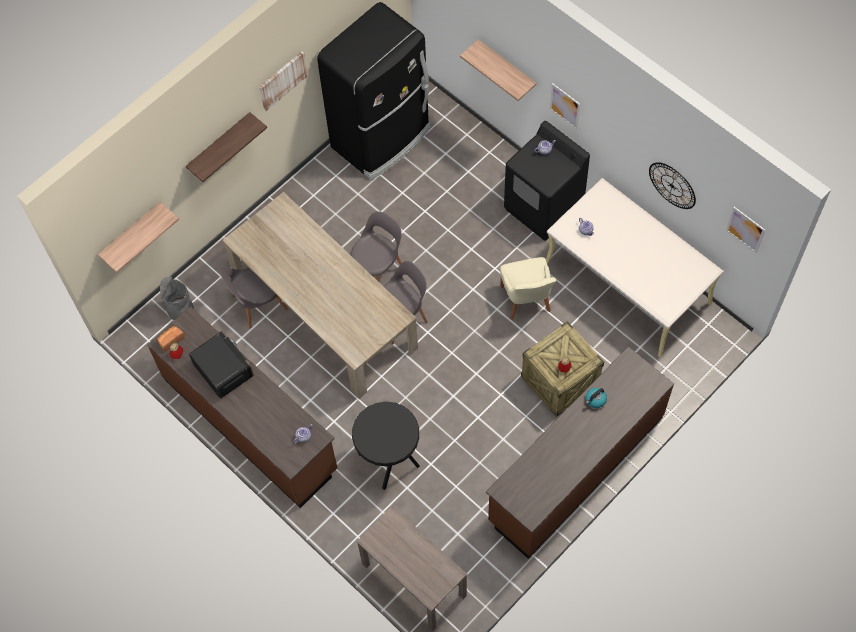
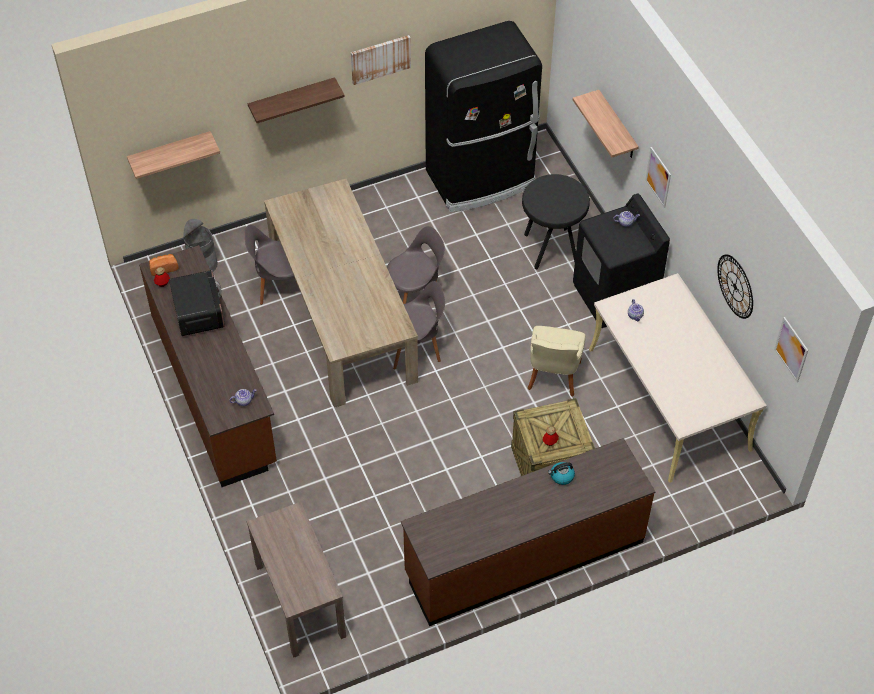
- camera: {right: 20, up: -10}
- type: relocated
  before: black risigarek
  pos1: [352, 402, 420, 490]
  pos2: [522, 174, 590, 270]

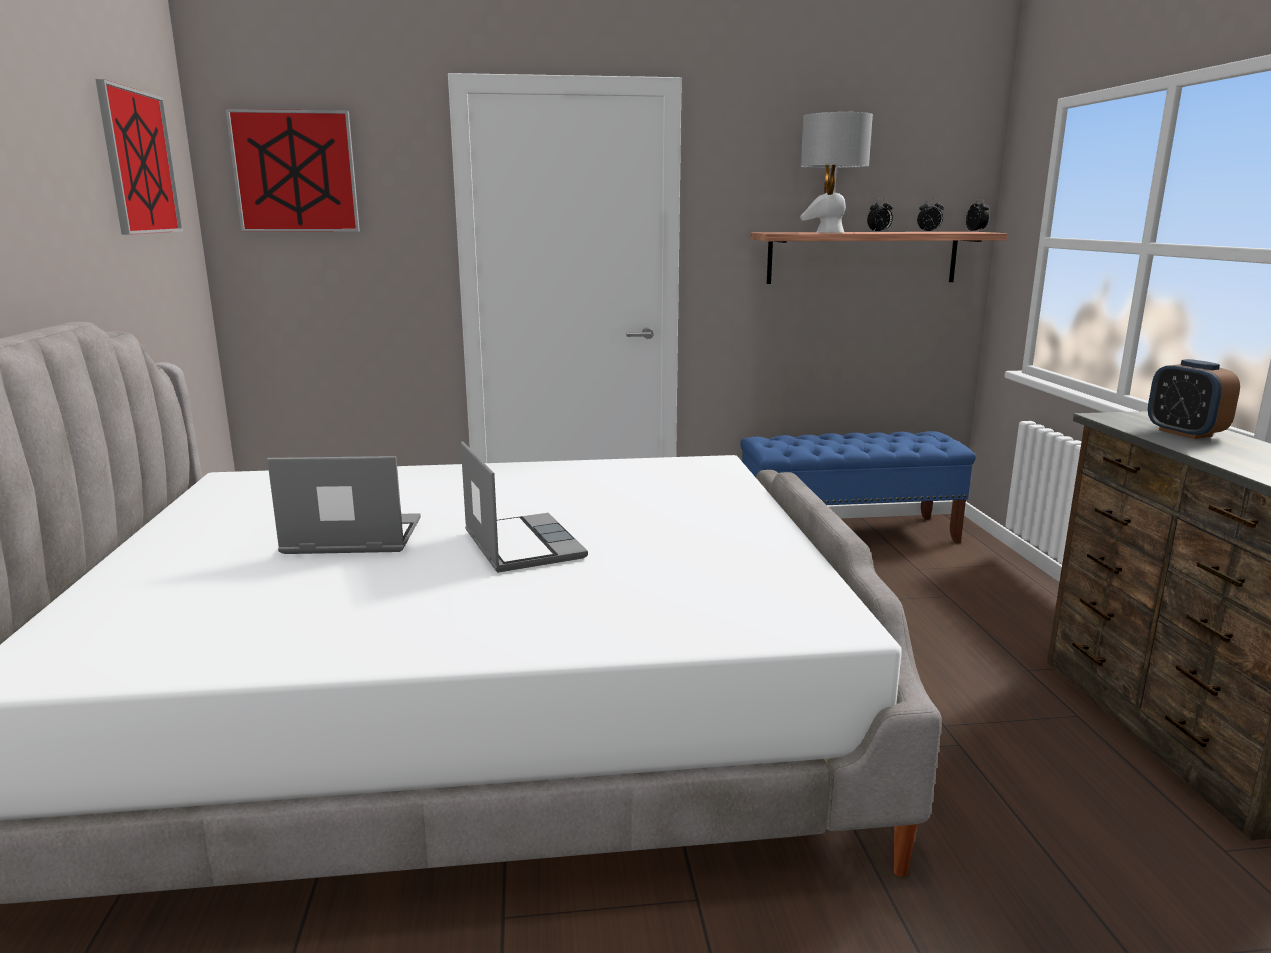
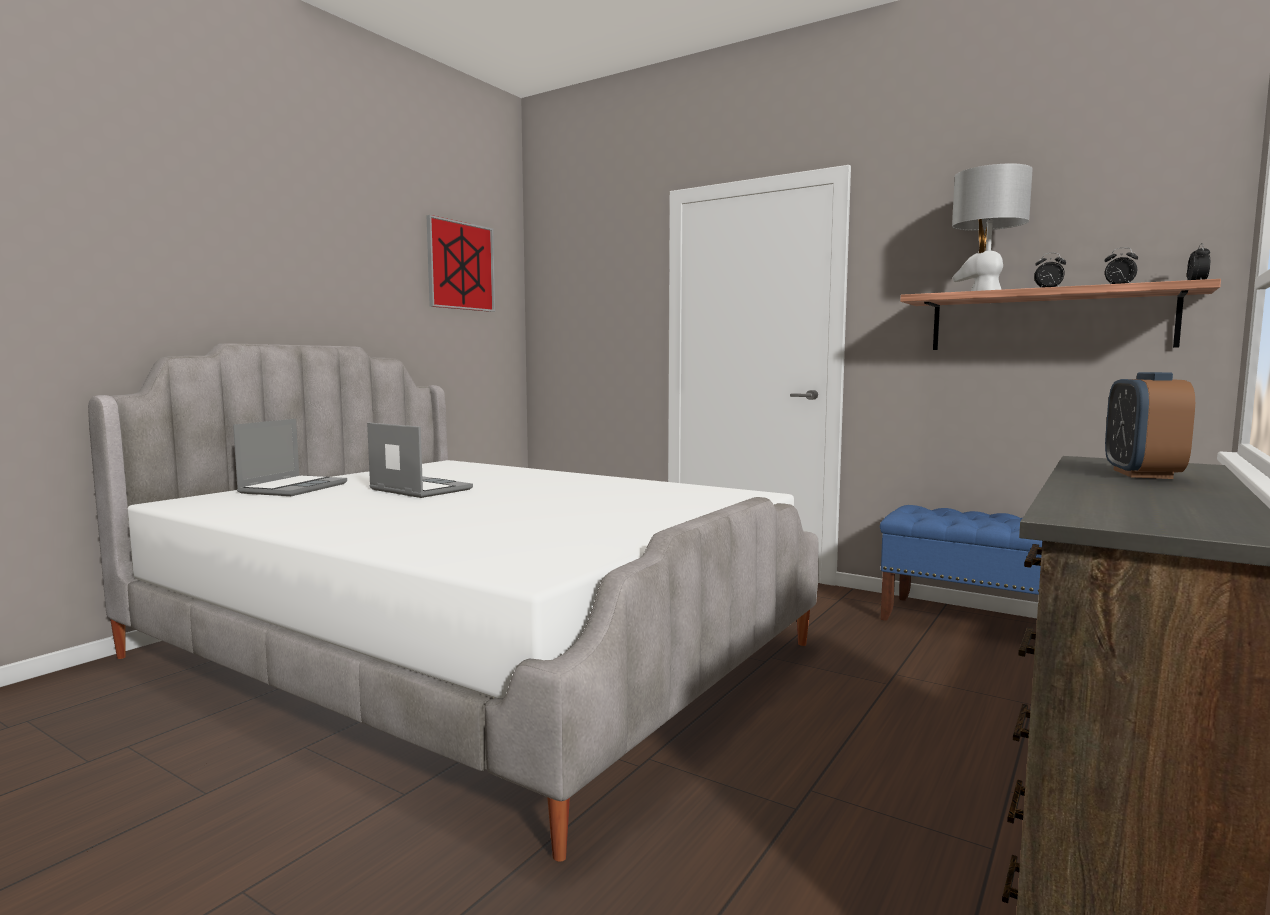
- camera: {right: 40, up: -10}
- type: missing
  before: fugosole
  pos1: [226, 109, 360, 232]
- type: relocated
  before: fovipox
  pos1: [461, 442, 588, 573]
  pos2: [233, 419, 347, 496]

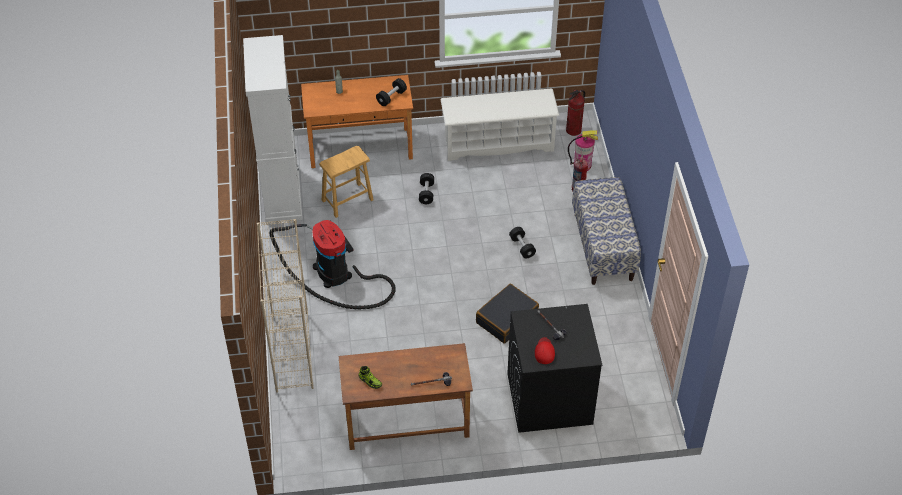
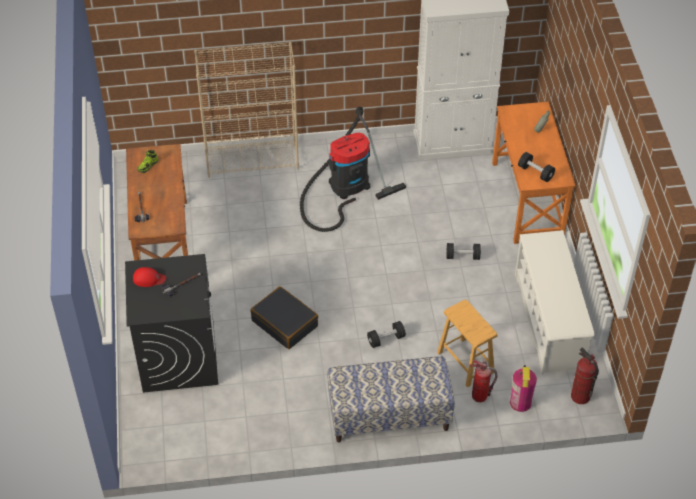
- camera: {right: 90, up: 0}
- type: relocated
  before: brown risigarek
  pos1: [319, 146, 374, 218]
  pos2: [437, 300, 498, 387]

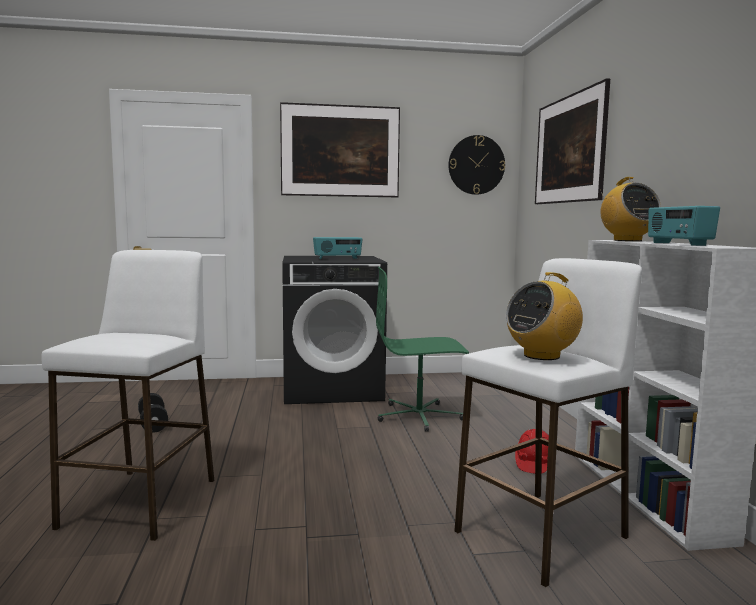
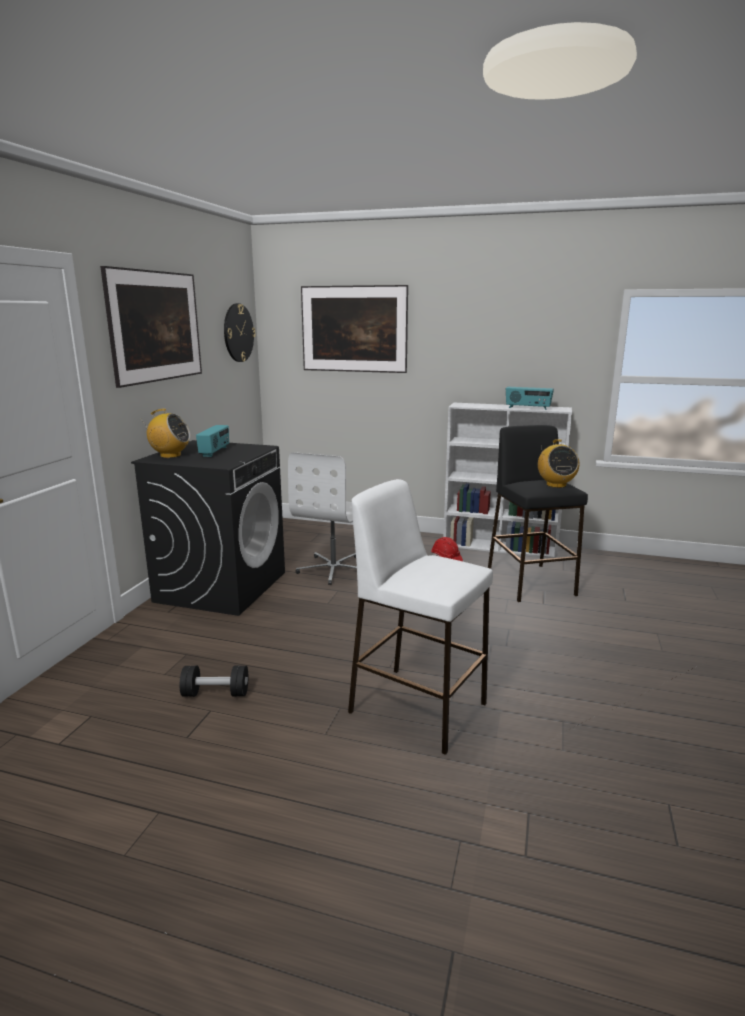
- camera: {right: -65, up: 10}
- type: colour
  before: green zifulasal
  after: white zifulasal
  pos1: [376, 267, 469, 432]
  pos2: [288, 452, 357, 585]
- type: colour
  before: white risigarek
  after: black risigarek
  pos1: [454, 258, 642, 587]
  pos2: [488, 425, 588, 602]
- type: relocated
  before: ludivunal
  pos1: [600, 177, 661, 241]
  pos2: [143, 409, 190, 458]

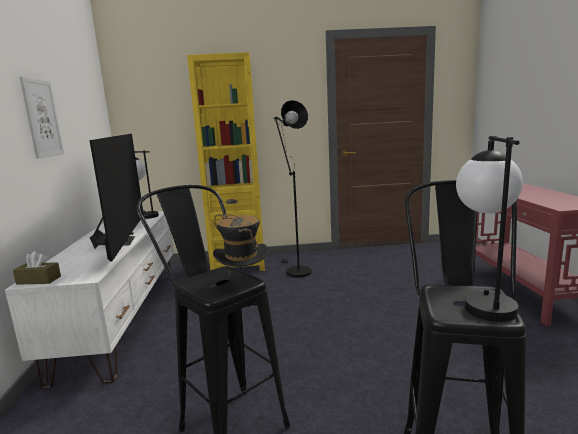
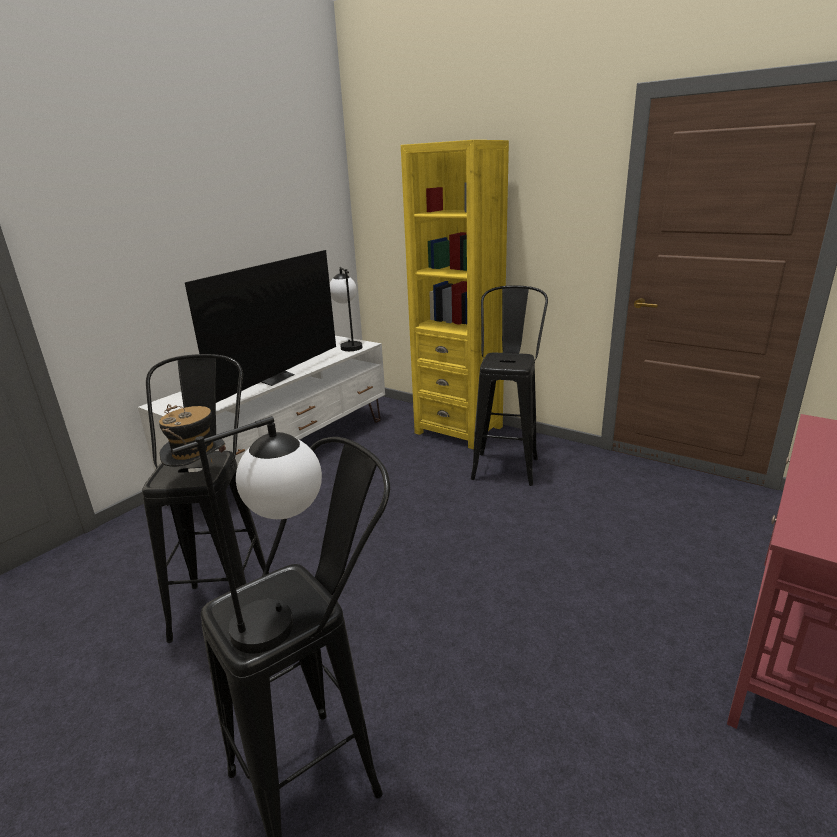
- camera: {right: 40, up: 10}
- type: missing
  before: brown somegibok
  pos1: [13, 251, 61, 285]
- type: missing
  before: fugosole
  pos1: [20, 77, 64, 159]
- type: exchanged
  before: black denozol
  after: black risigarek
  pos1: [274, 100, 312, 277]
  pos2: [471, 285, 548, 486]

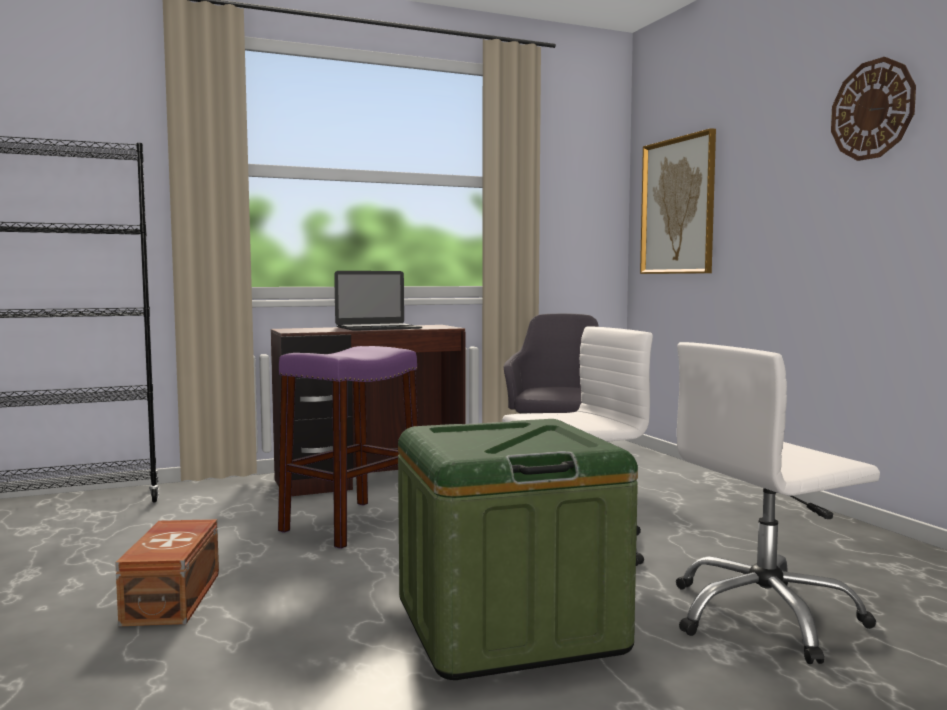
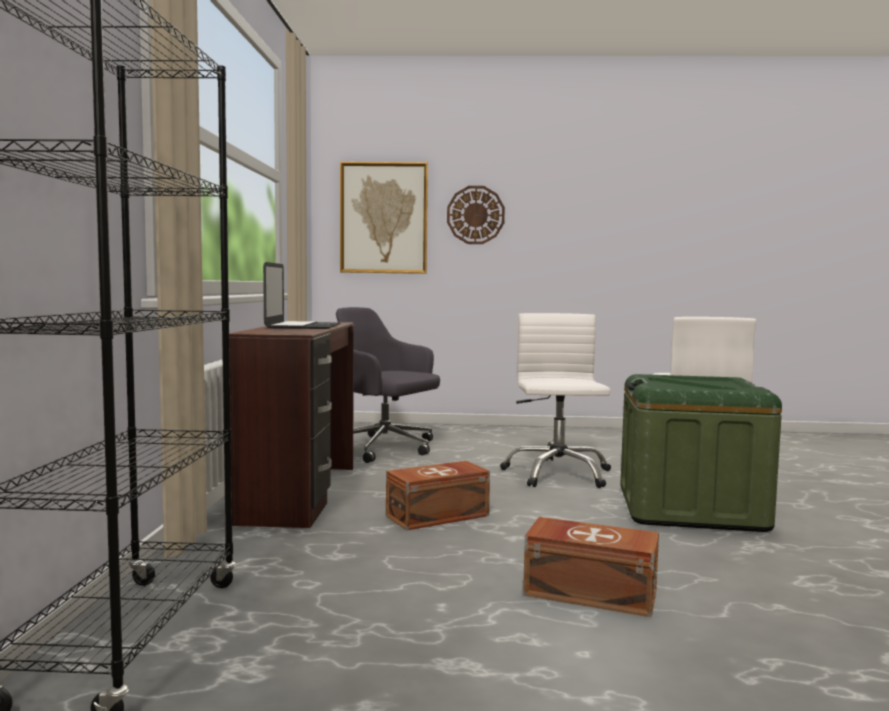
- camera: {right: -65, up: 0}
- type: exchanged
  before: purple risigarek
  after: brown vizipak
  pos1: [278, 346, 418, 549]
  pos2: [386, 461, 490, 531]
- type: relocated
  before: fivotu
  pos1: [831, 57, 916, 161]
  pos2: [447, 186, 505, 244]

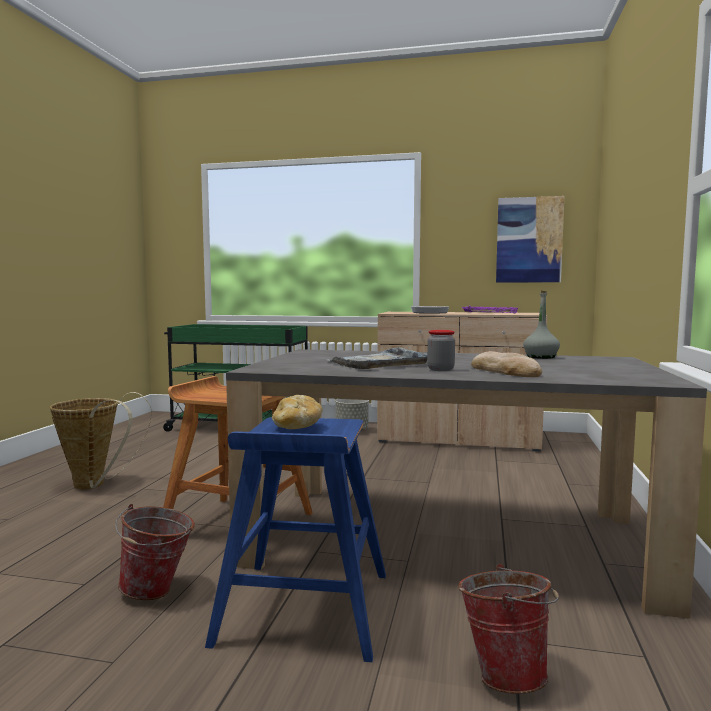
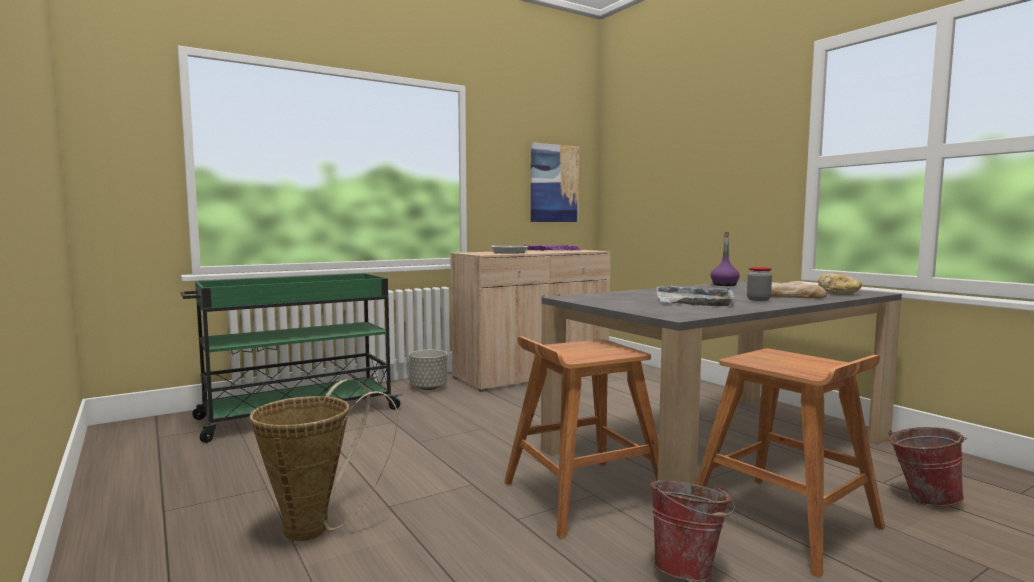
- camera: {right: -45, up: 0}
- type: colour
  before: blue risigarek
  after: brown risigarek
  pos1: [205, 417, 386, 662]
  pos2: [696, 349, 885, 578]
- type: relocated
  before: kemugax
  pos1: [272, 395, 323, 429]
  pos2: [818, 273, 862, 294]
- type: colour
  before: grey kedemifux
  after: purple kedemifux
  pos1: [523, 290, 560, 359]
  pos2: [711, 232, 740, 286]

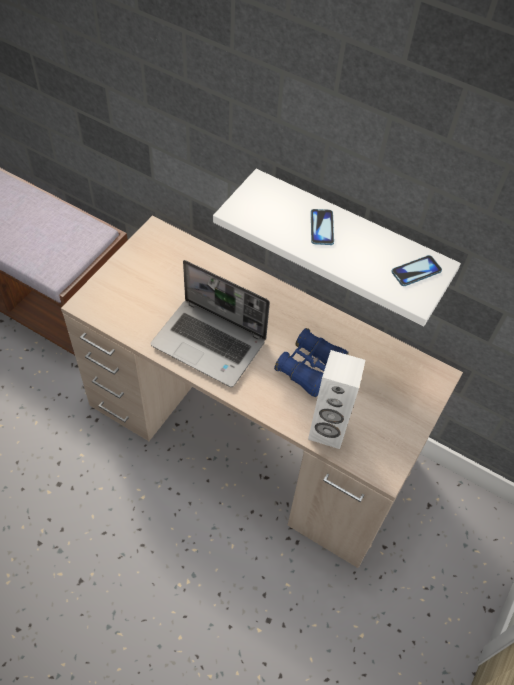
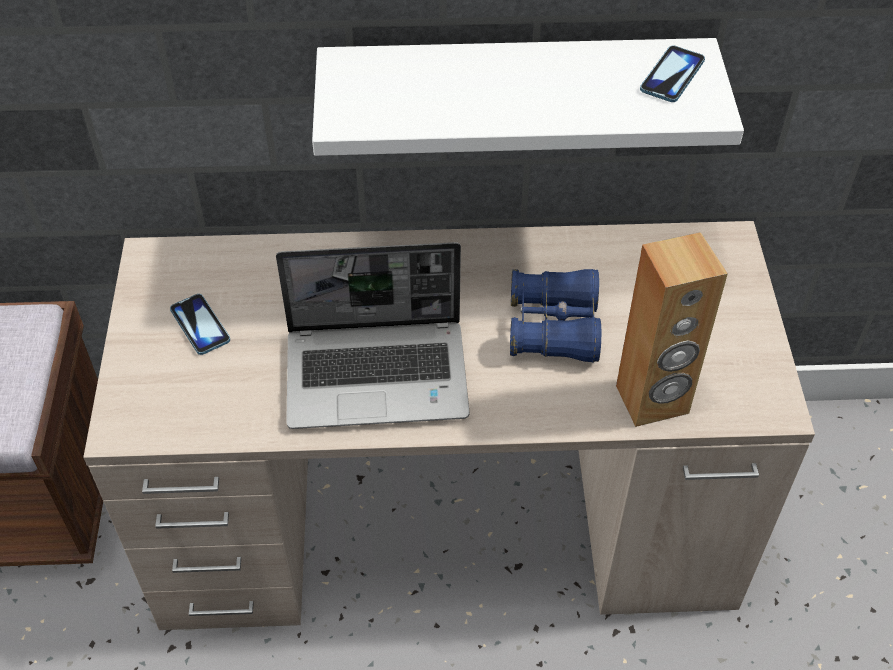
- camera: {right: -30, up: -5}
- type: colour
  before: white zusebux
  after: brown zusebux
  pos1: [308, 350, 365, 449]
  pos2: [616, 232, 728, 427]
- type: relocated
  before: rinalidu
  pos1: [311, 209, 334, 245]
  pos2: [170, 294, 230, 355]

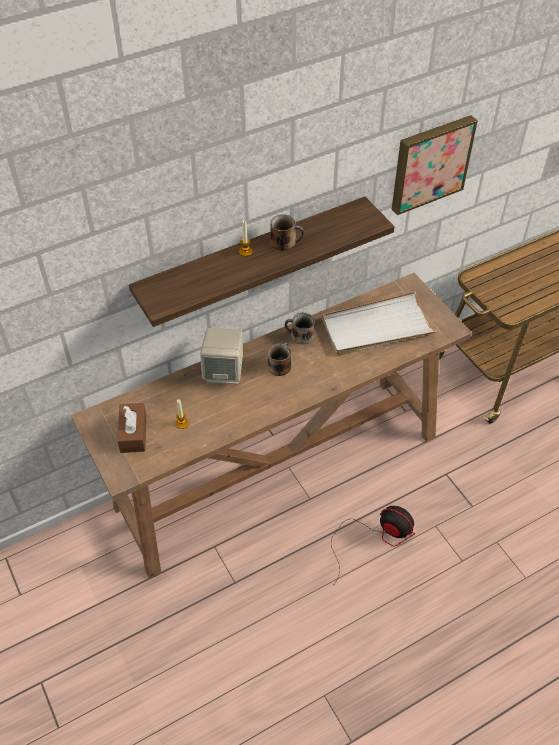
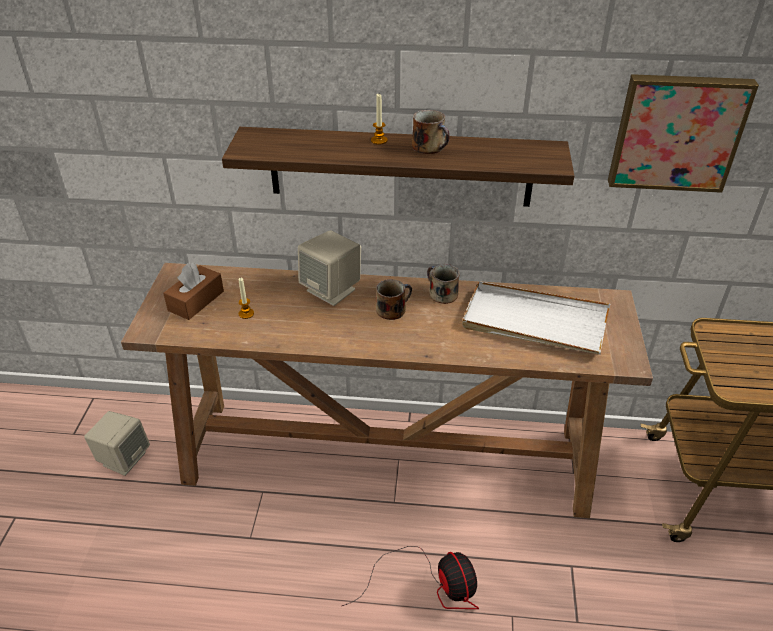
- camera: {right: 35, up: -10}
- type: appeared
  after: beige zusebux
  pos2: [84, 411, 150, 476]

